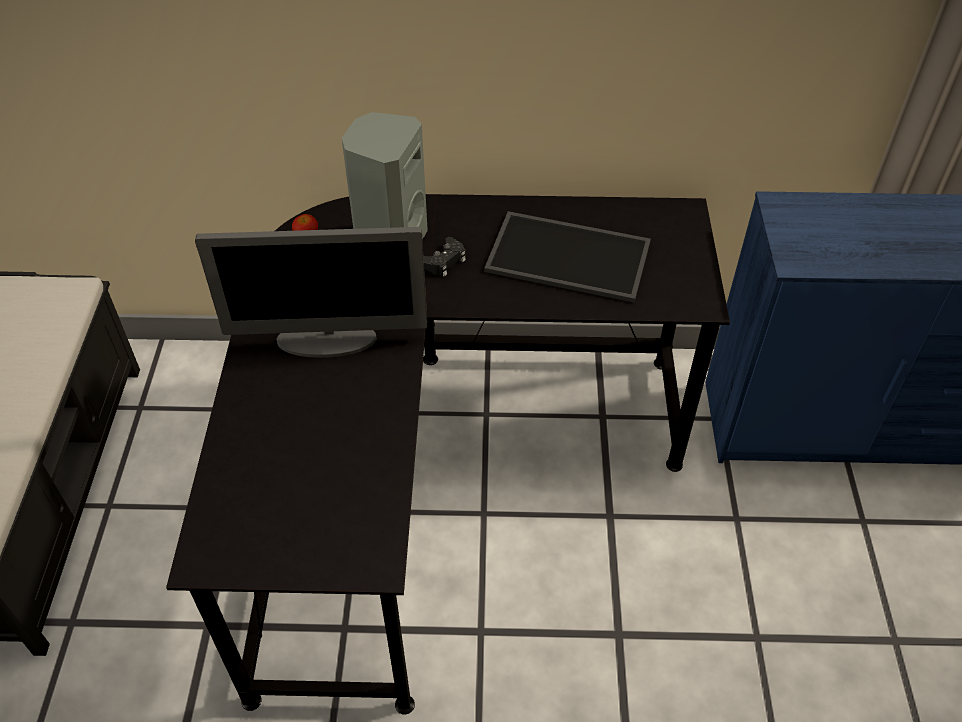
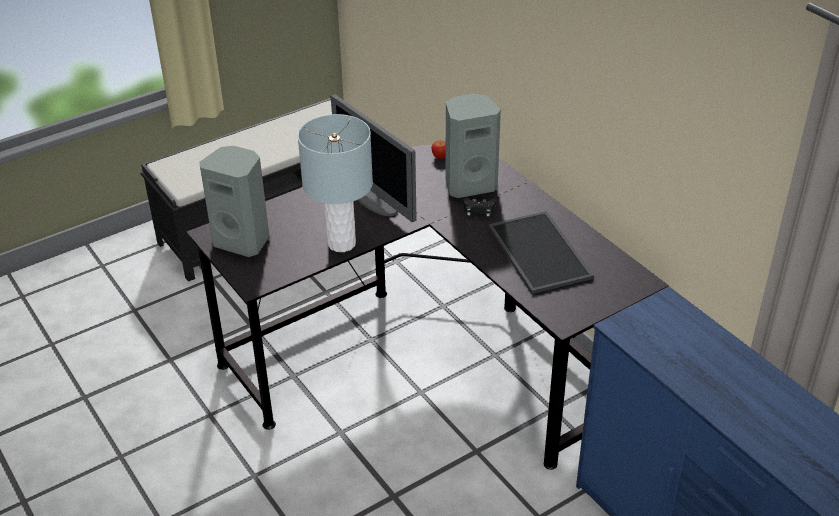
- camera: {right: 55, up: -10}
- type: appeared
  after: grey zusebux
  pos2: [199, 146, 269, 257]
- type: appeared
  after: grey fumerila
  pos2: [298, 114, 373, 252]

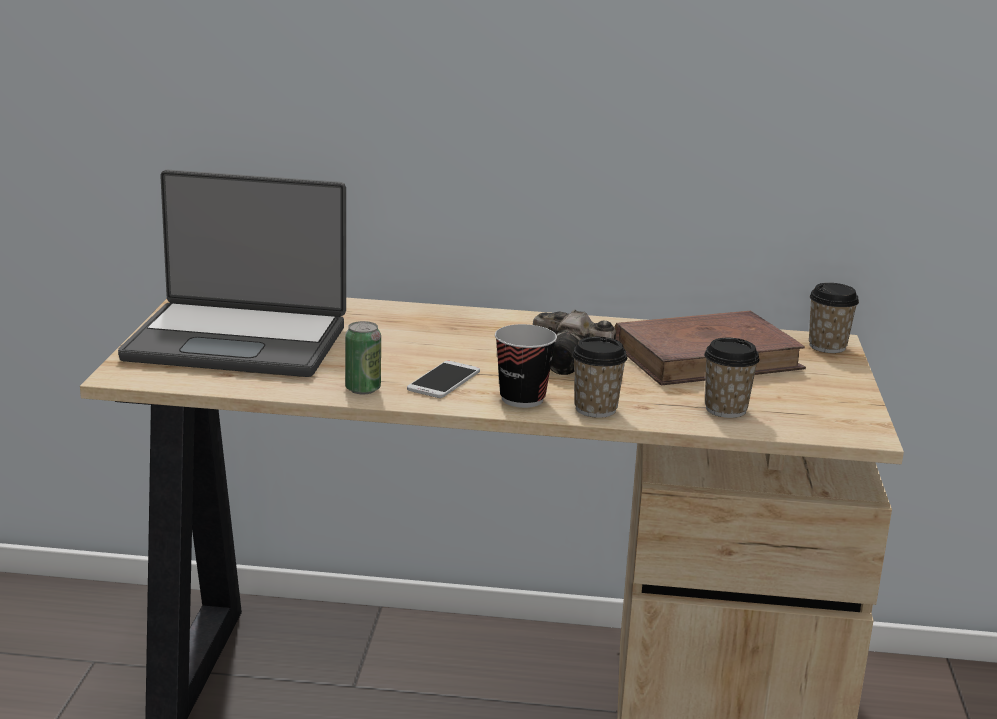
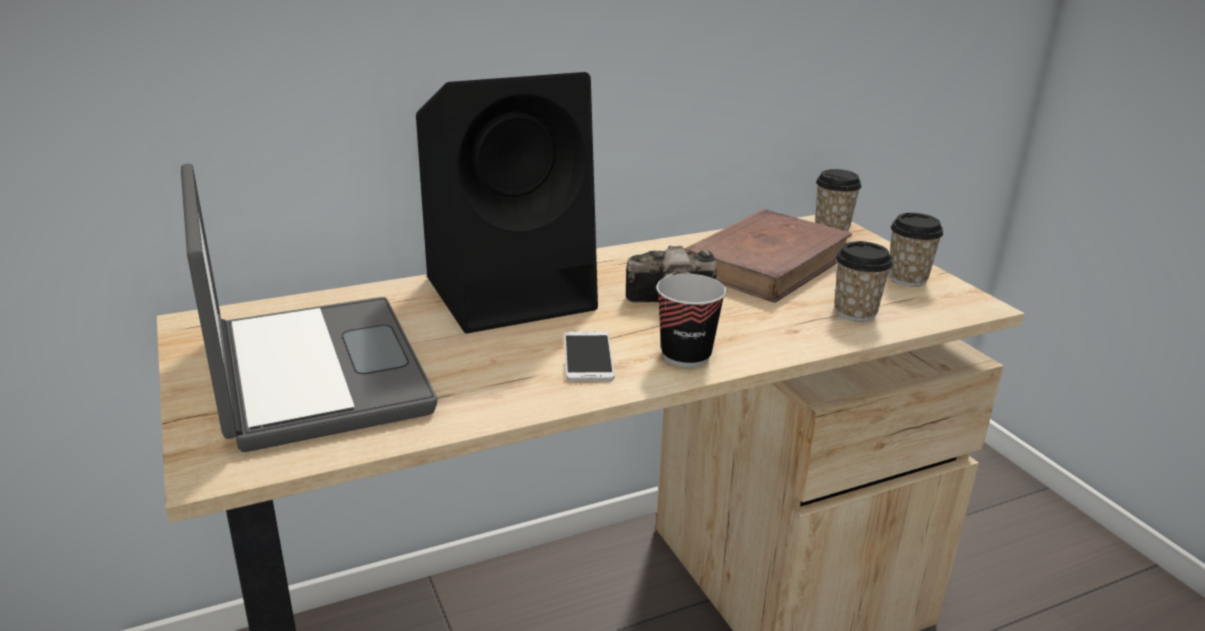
- camera: {right: -30, up: 5}
- type: spun
  before: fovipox
  pos1: [118, 170, 346, 377]
  pos2: [181, 163, 438, 452]
  turn: -90
- type: missing
  before: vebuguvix
  pos1: [345, 321, 381, 394]
- type: relocated
  before: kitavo
  pos1: [572, 337, 627, 418]
  pos2: [888, 213, 943, 287]
- type: appeared
  after: black zusebux
  pos2: [416, 72, 598, 333]

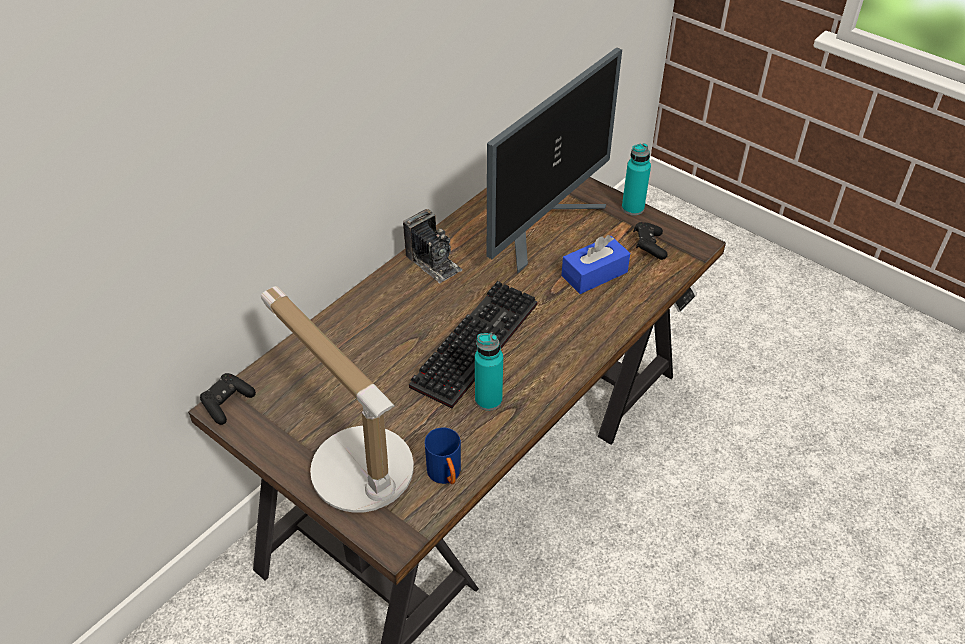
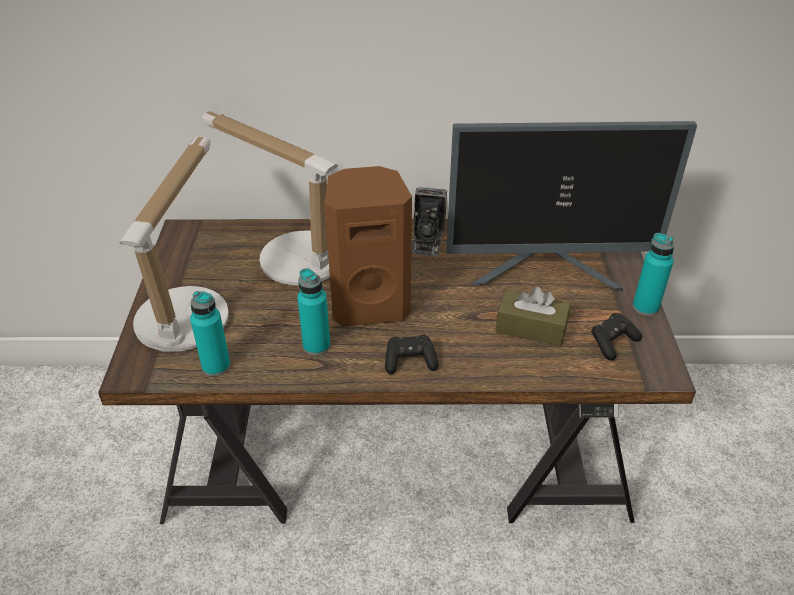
- camera: {right: 50, up: -5}
- type: relocated
  before: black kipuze
  pos1: [200, 373, 256, 425]
  pos2: [385, 335, 439, 374]
- type: exchanged
  before: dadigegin
  after: brown zusebux
  pos1: [409, 281, 538, 409]
  pos2: [324, 166, 412, 326]
- type: exchanged
  before: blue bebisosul
  after: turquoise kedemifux
  pos1: [425, 427, 461, 484]
  pos2: [190, 291, 230, 376]
- type: colour
  before: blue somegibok
  after: brown somegibok
  pos1: [561, 235, 630, 294]
  pos2: [496, 286, 571, 346]
- type: appeared
  after: fumerila
  pos2: [202, 110, 338, 286]

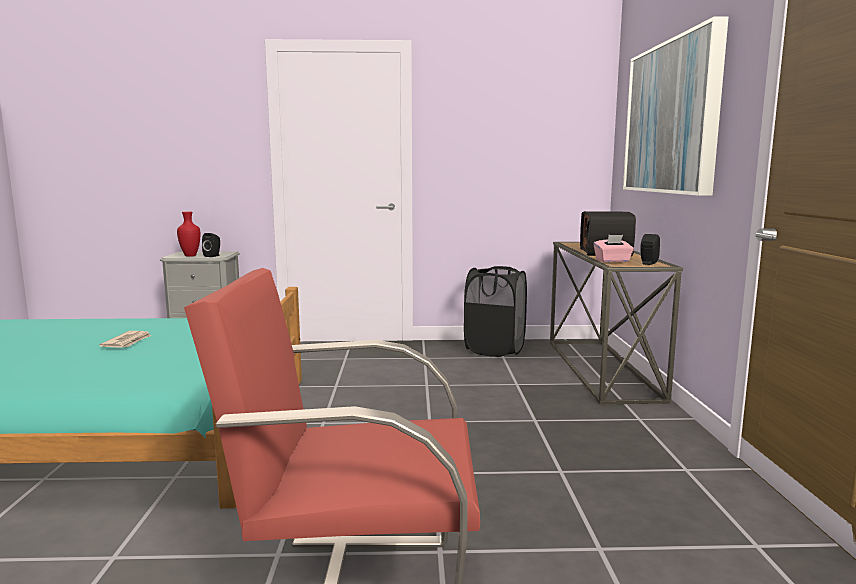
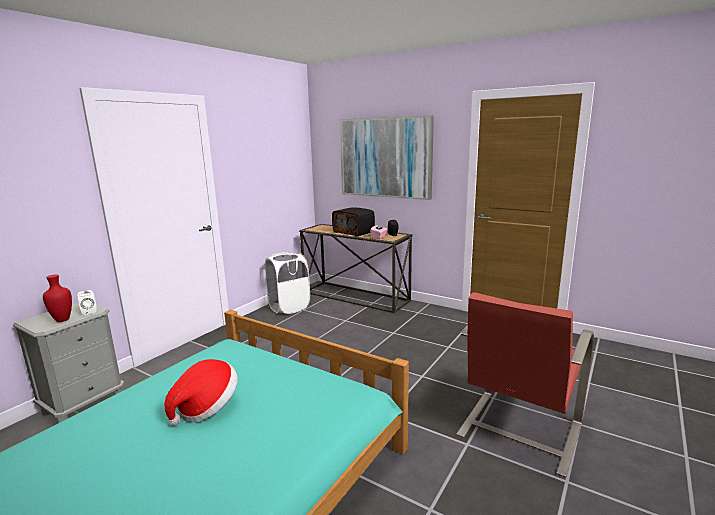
- camera: {right: -55, up: 5}
- type: exchanged
  before: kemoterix
  after: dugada
  pos1: [99, 331, 151, 348]
  pos2: [165, 359, 238, 426]
- type: colour
  before: black zusebux
  after: white zusebux
  pos1: [202, 233, 220, 257]
  pos2: [77, 290, 97, 315]
- type: colour
  before: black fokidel
  after: white fokidel
  pos1: [464, 266, 527, 357]
  pos2: [265, 252, 310, 314]

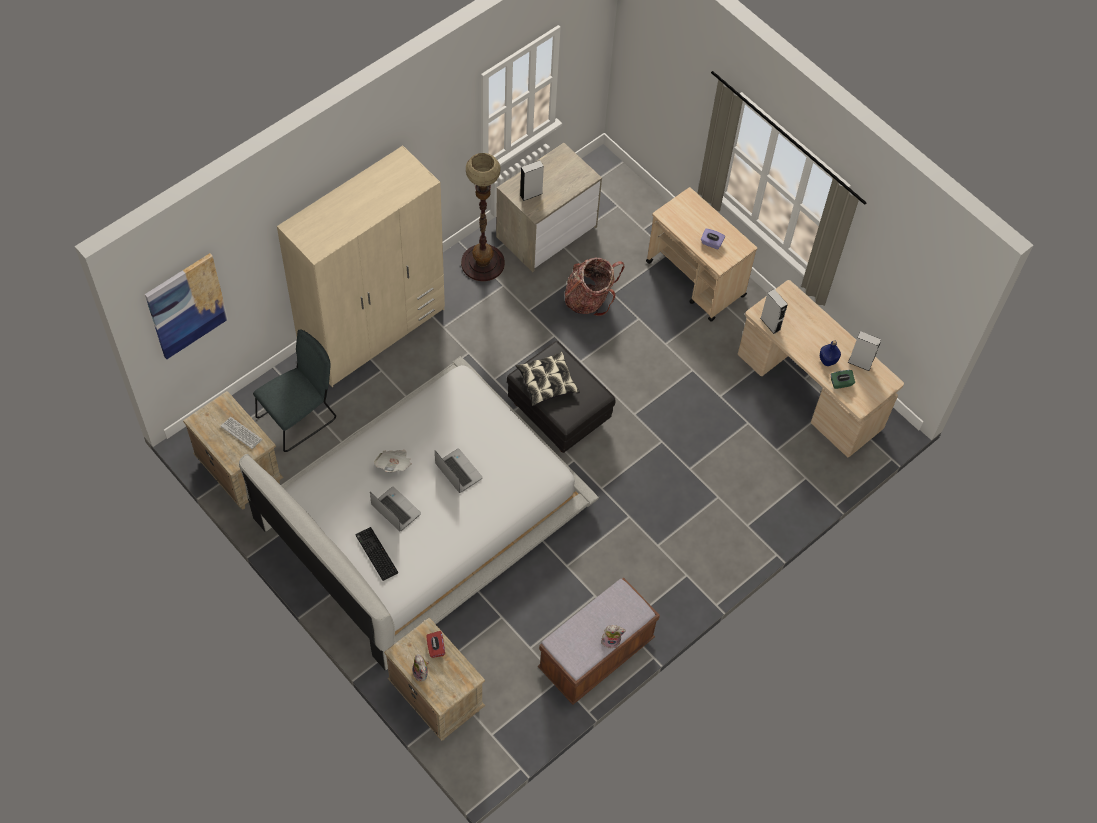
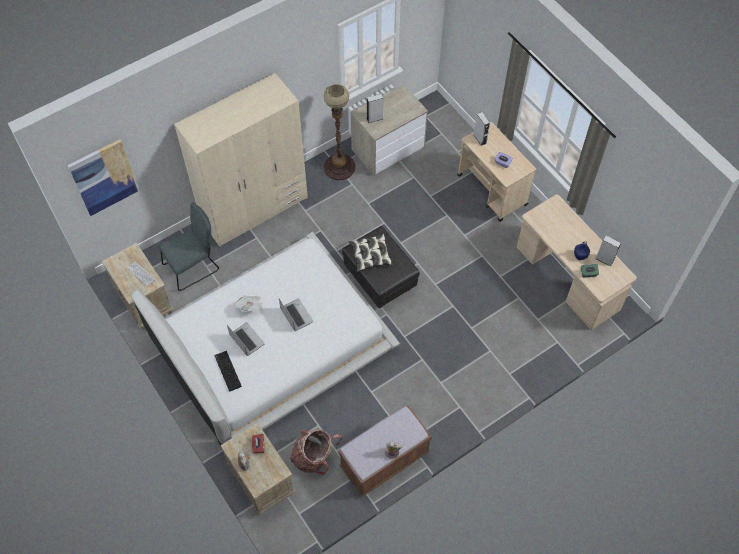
- camera: {right: 10, up: 0}
- type: relocated
  before: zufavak
  pos1: [565, 257, 625, 316]
  pos2: [290, 429, 342, 475]
- type: relocated
  before: grey zusebux
  pos1: [760, 289, 788, 334]
  pos2: [474, 112, 490, 146]

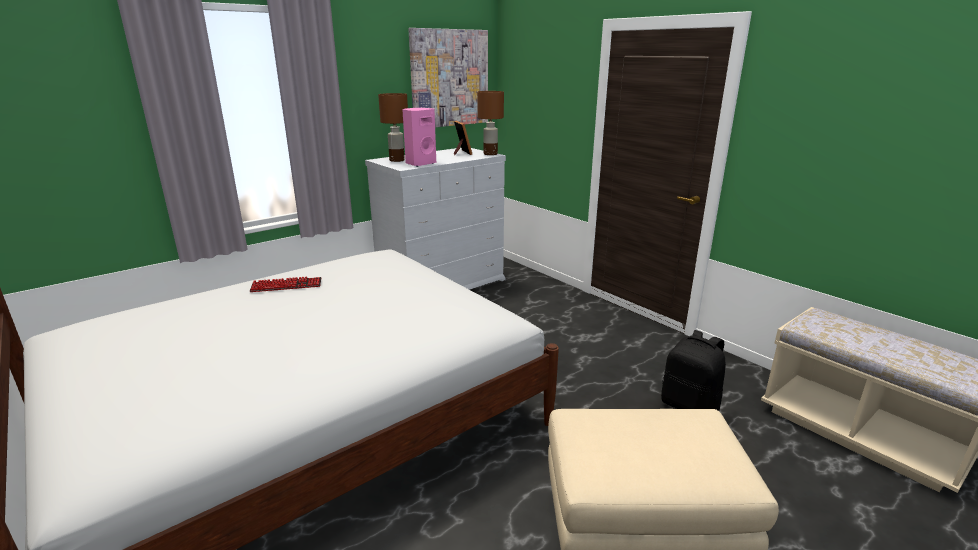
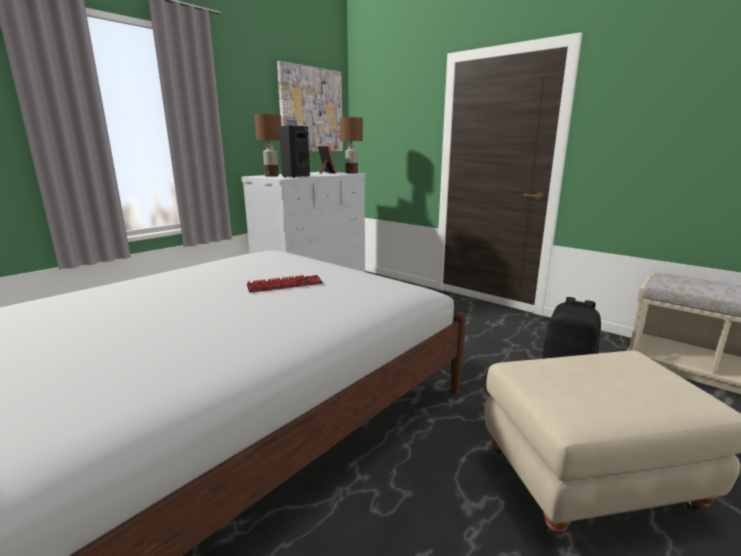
- camera: {right: -10, up: -5}
- type: relocated
  before: dadigegin
  pos1: [249, 277, 321, 292]
  pos2: [247, 275, 323, 293]
- type: colour
  before: pink zusebux
  after: black zusebux
  pos1: [402, 108, 436, 167]
  pos2: [279, 126, 310, 178]

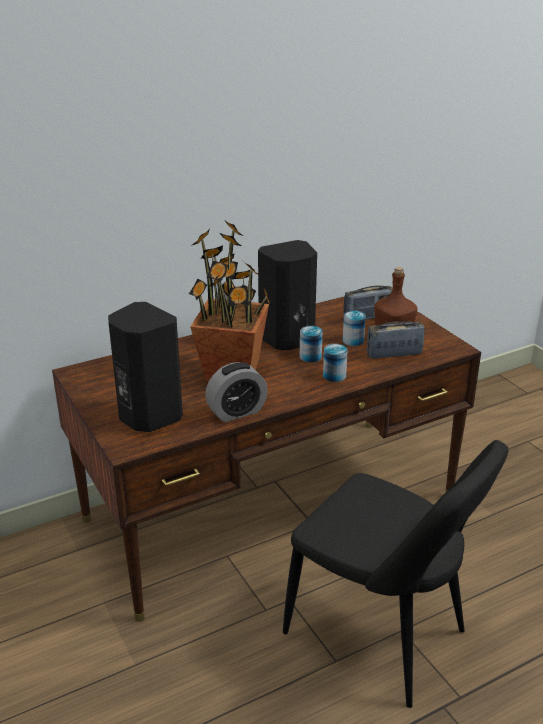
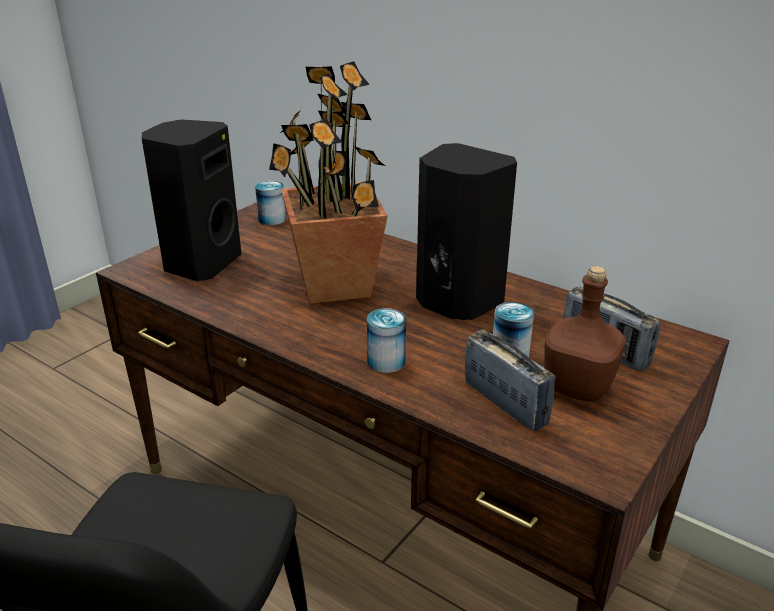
- camera: {right: 65, up: 0}
- type: missing
  before: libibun
  pos1: [205, 362, 268, 422]
- type: relocated
  before: vebuguvix
  pos1: [299, 326, 323, 363]
  pos2: [255, 181, 286, 225]

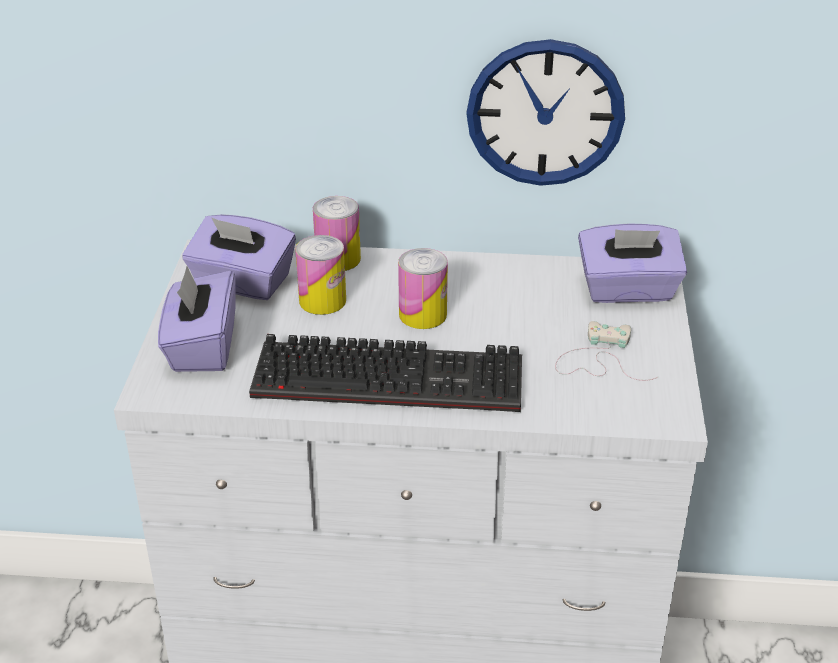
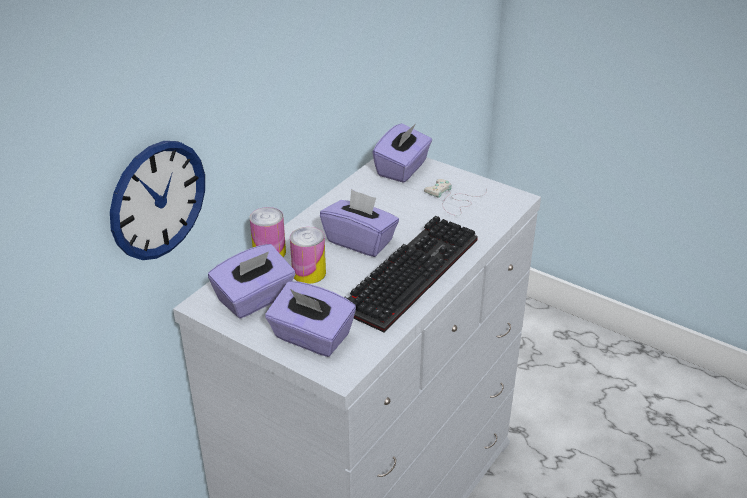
- camera: {right: -60, up: 0}
- type: exchanged
  before: vebuguvix
  after: purple somegibok
  pos1: [398, 248, 448, 329]
  pos2: [320, 189, 399, 257]
- type: relocated
  before: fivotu
  pos1: [466, 39, 625, 186]
  pos2: [110, 141, 205, 260]

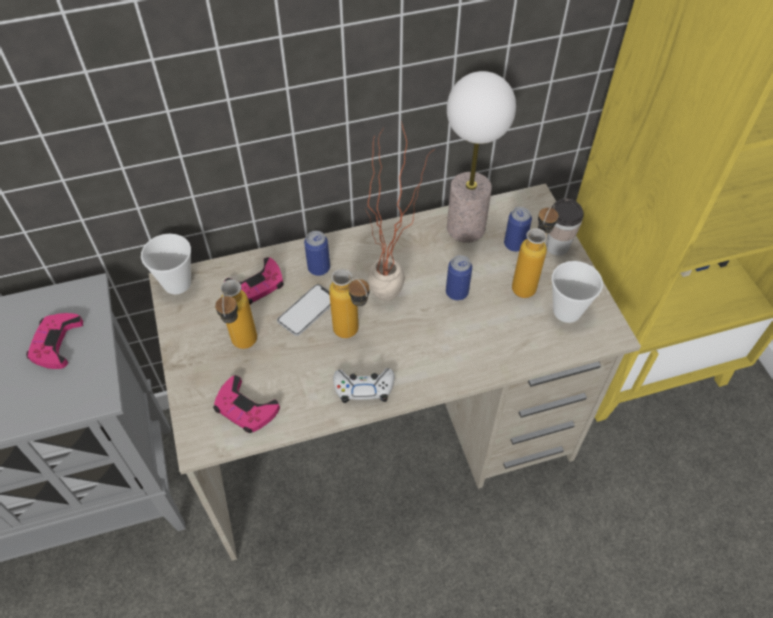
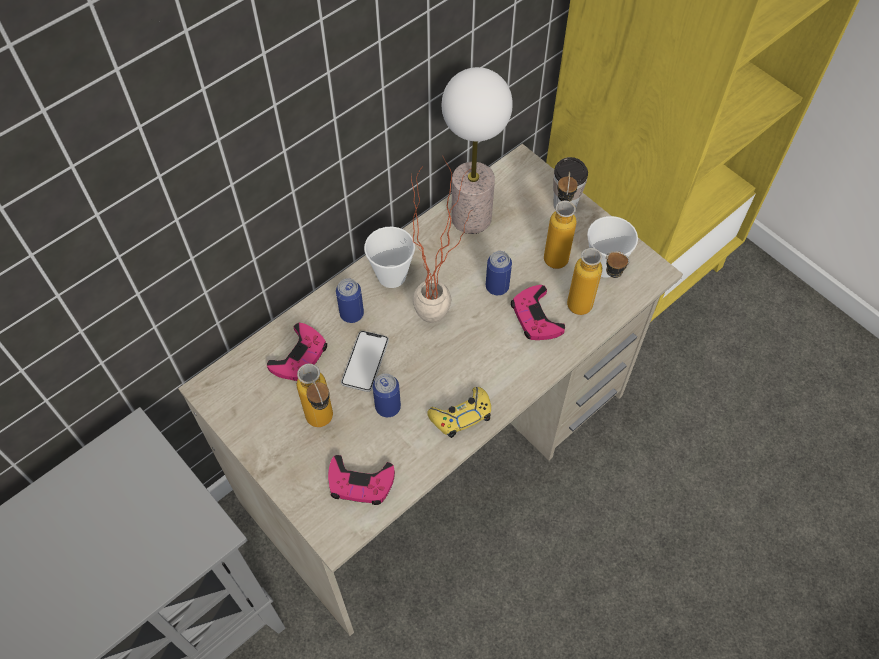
- camera: {right: -25, up: 5}
- type: relocated
  before: pink kipuze
  pos1: [26, 313, 83, 369]
  pos2: [511, 285, 565, 340]
- type: relocated
  before: kitavo
  pos1: [141, 234, 191, 295]
  pos2: [364, 227, 415, 288]
- type: relocated
  before: kedemifux
  pos1: [329, 269, 369, 338]
  pos2: [567, 248, 630, 315]
- type: colour
  before: white kipuze
  after: yellow kipuze
  pos1: [333, 368, 395, 403]
  pos2: [427, 387, 491, 438]
- type: relocated
  before: vebuguvix
  pos1: [504, 207, 532, 252]
  pos2: [372, 373, 401, 417]

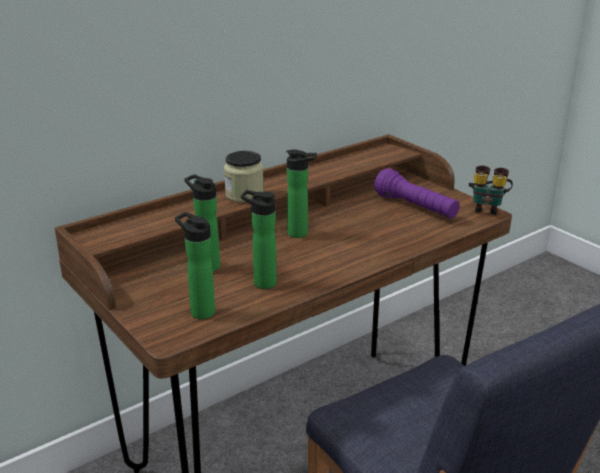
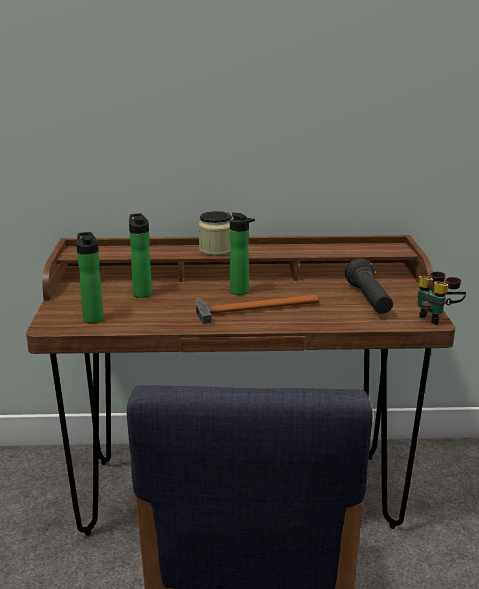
- camera: {right: 35, up: -5}
- type: missing
  before: kedemifux
  pos1: [241, 190, 277, 289]
- type: colour
  before: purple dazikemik
  after: black dazikemik
  pos1: [374, 168, 460, 218]
  pos2: [345, 258, 393, 314]
- type: appeared
  after: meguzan
  pos2: [196, 294, 319, 324]

